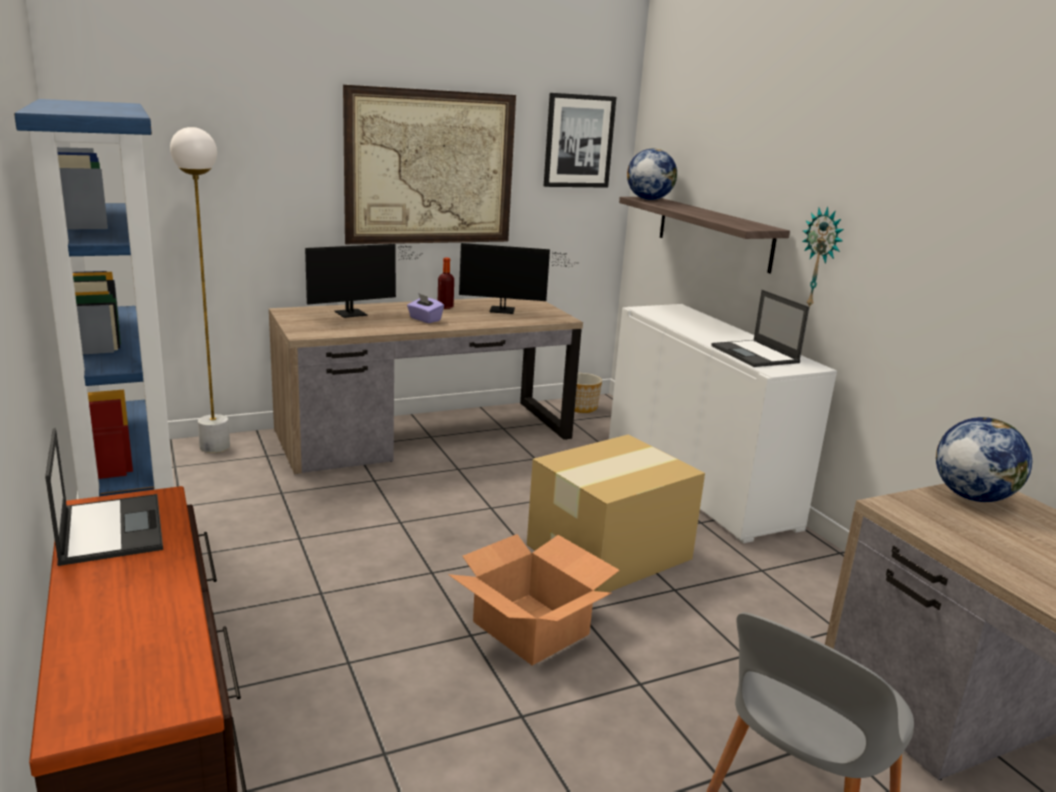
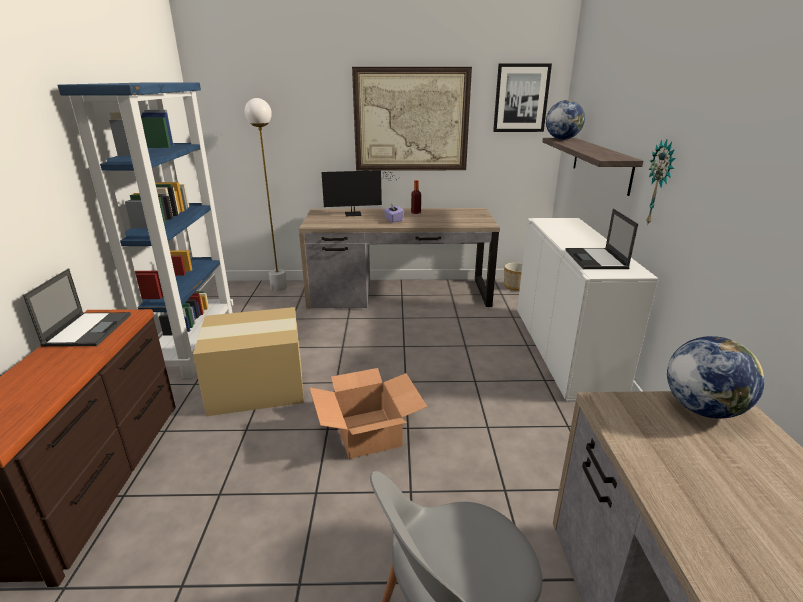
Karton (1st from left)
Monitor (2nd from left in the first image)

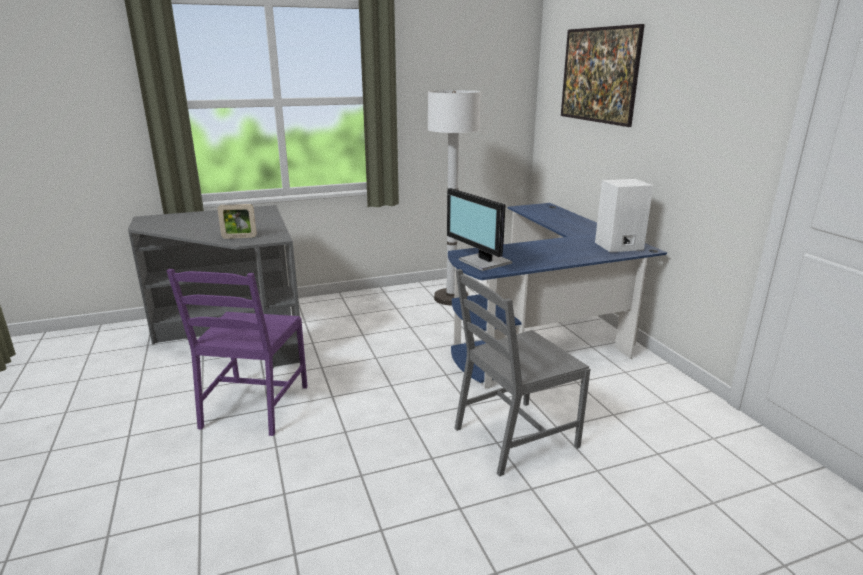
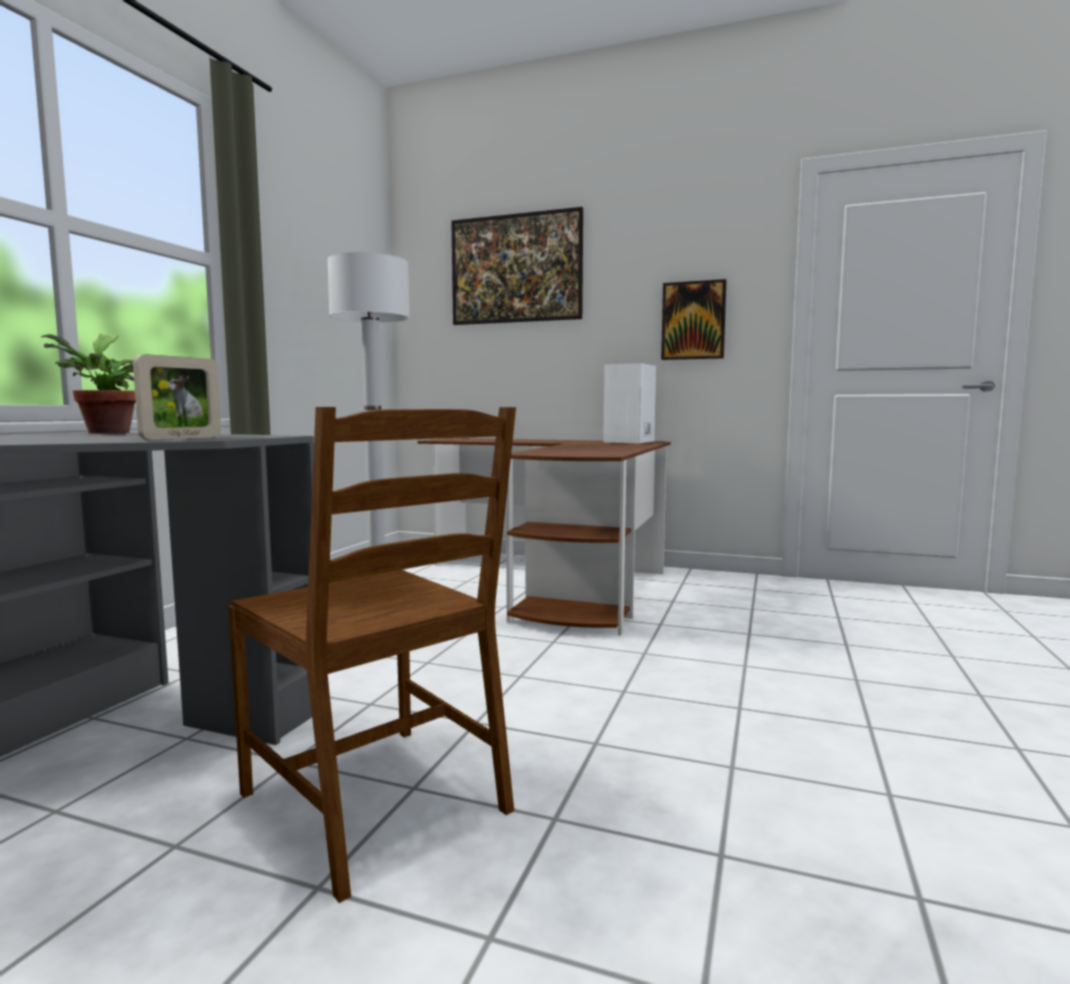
Topfpflanze
Stuhl [braun]
Schreibtisch [braun]
Bild (2nd from left)
Monitor
Stuhl [grau]

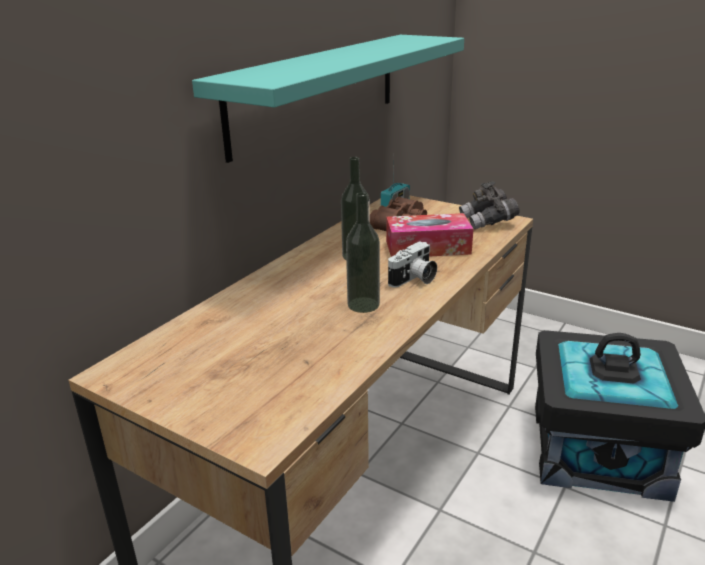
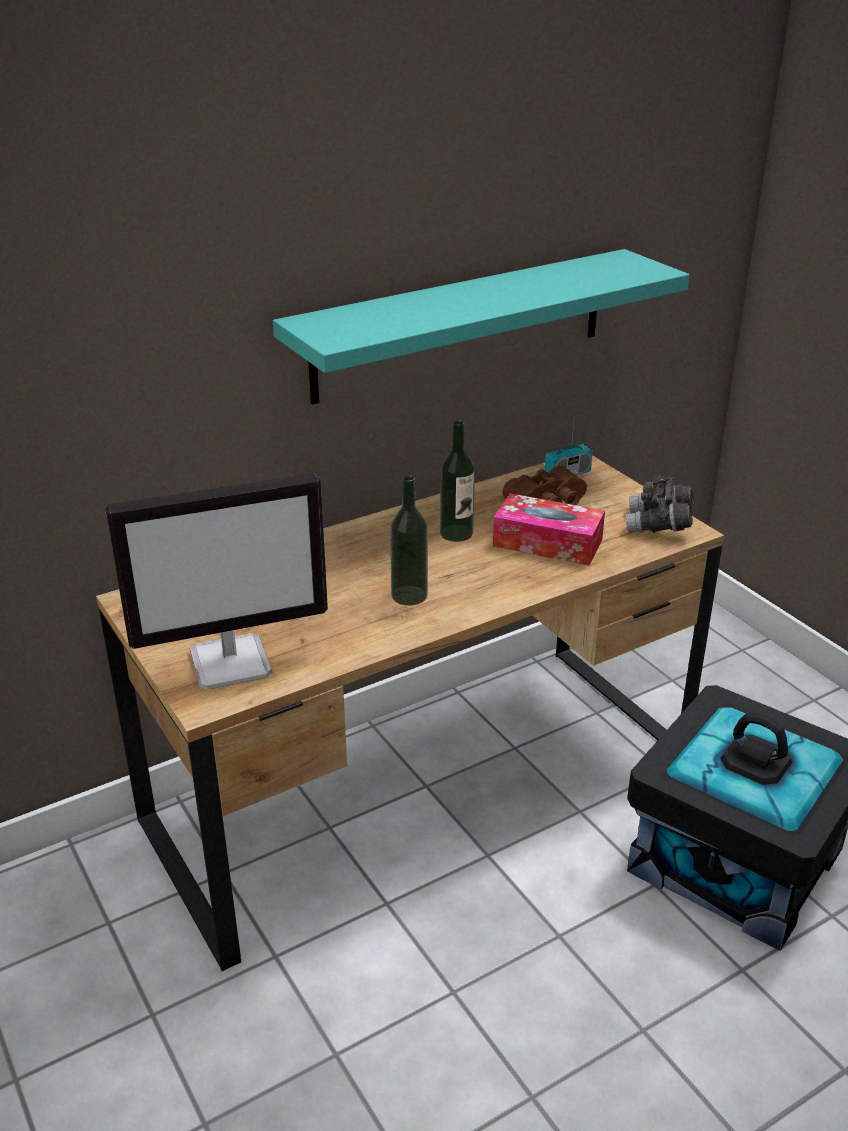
Monitor
Kamera

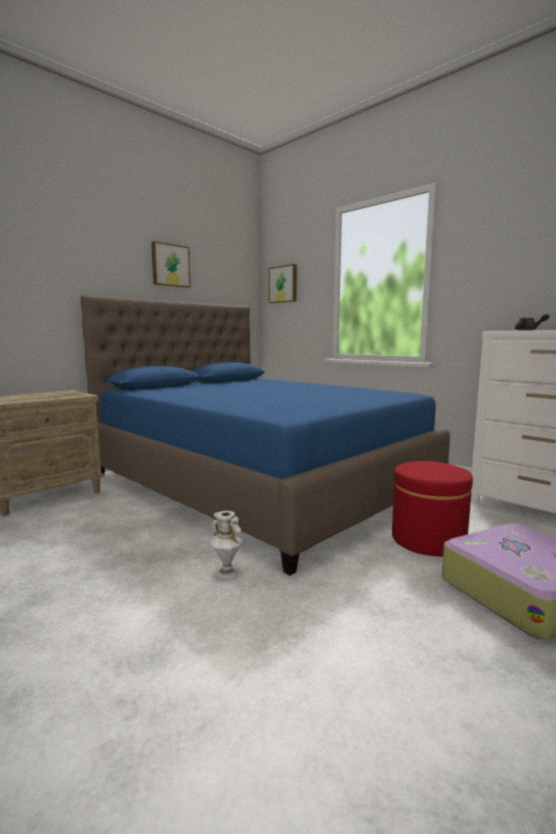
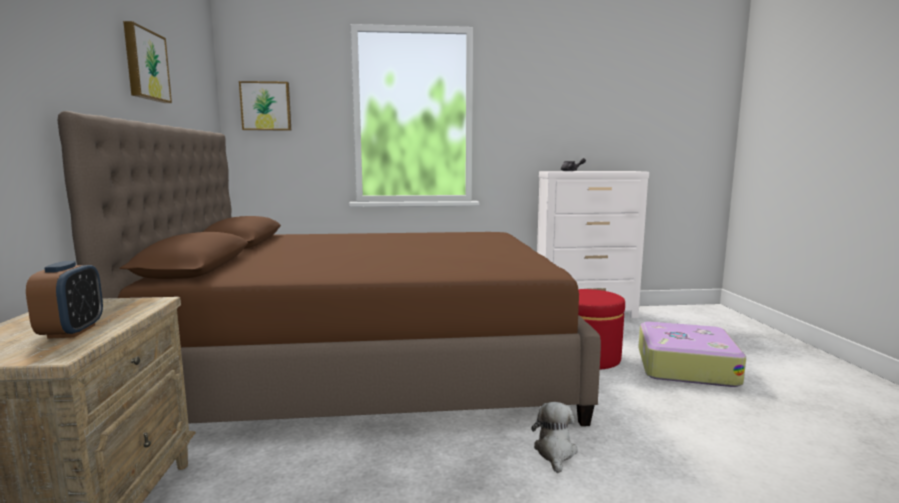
Wecker
Bett [braun]
Plüschtier

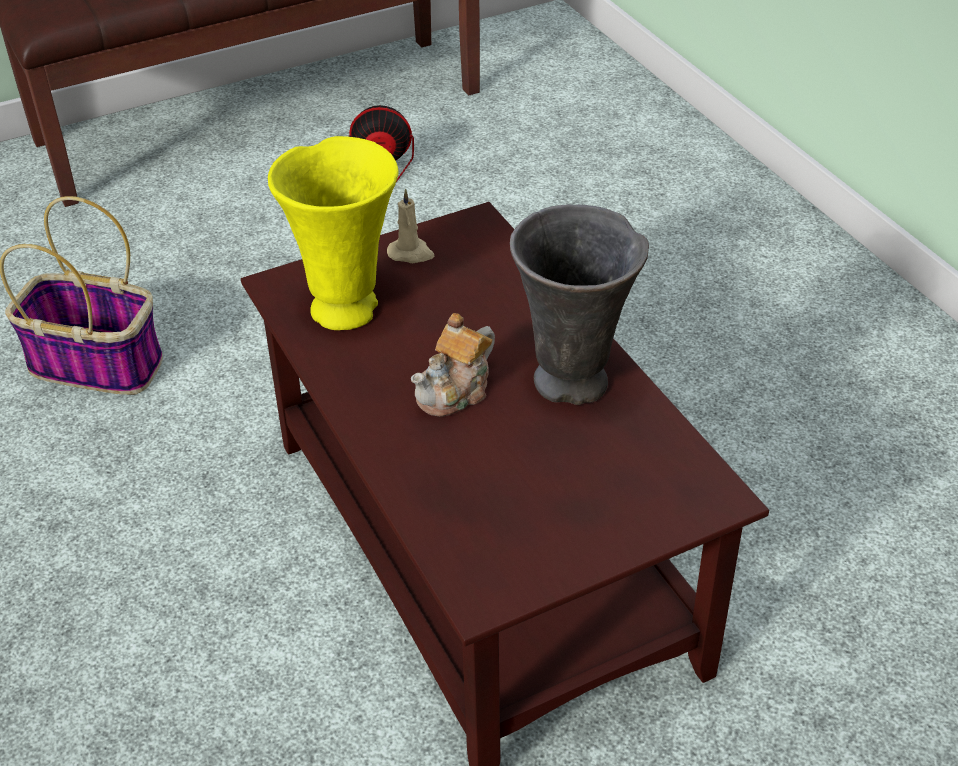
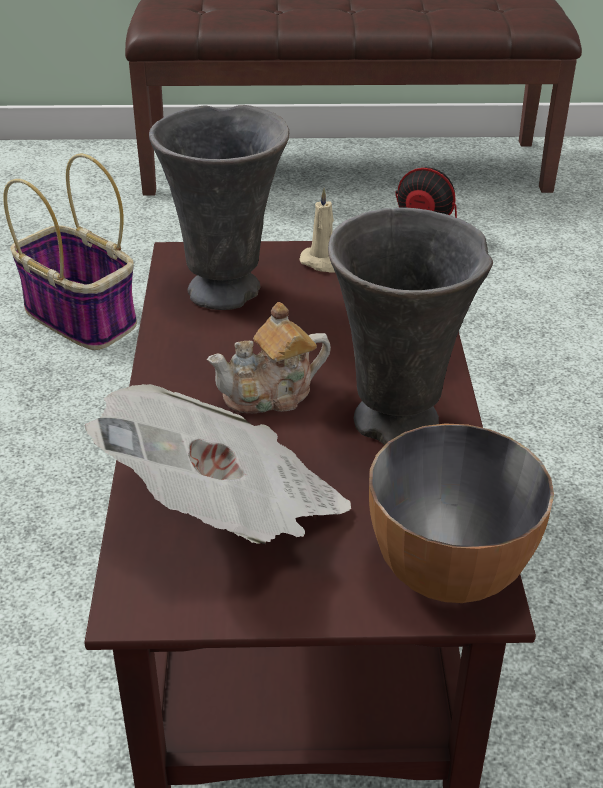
Zeitung
Vase [grau] (1st from left)
Schüssel

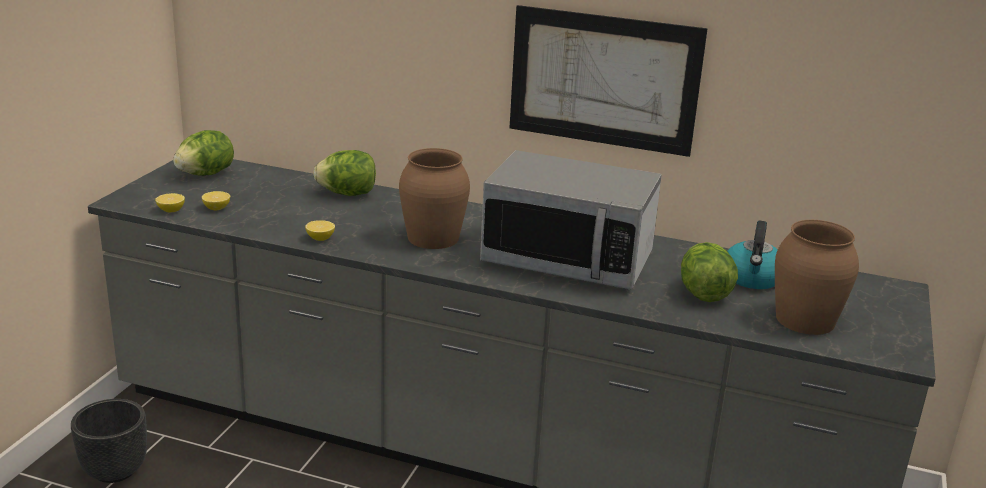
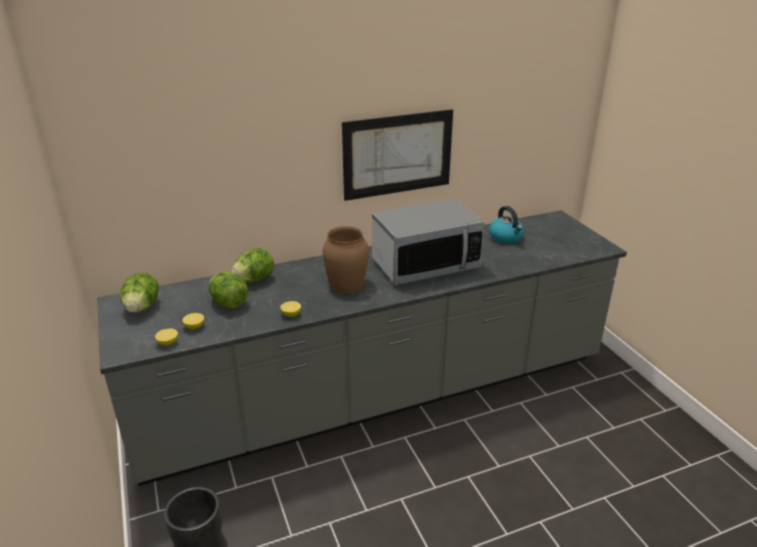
Salatkopf (2nd from left)
Vase [braun] (2nd from left in the first image)

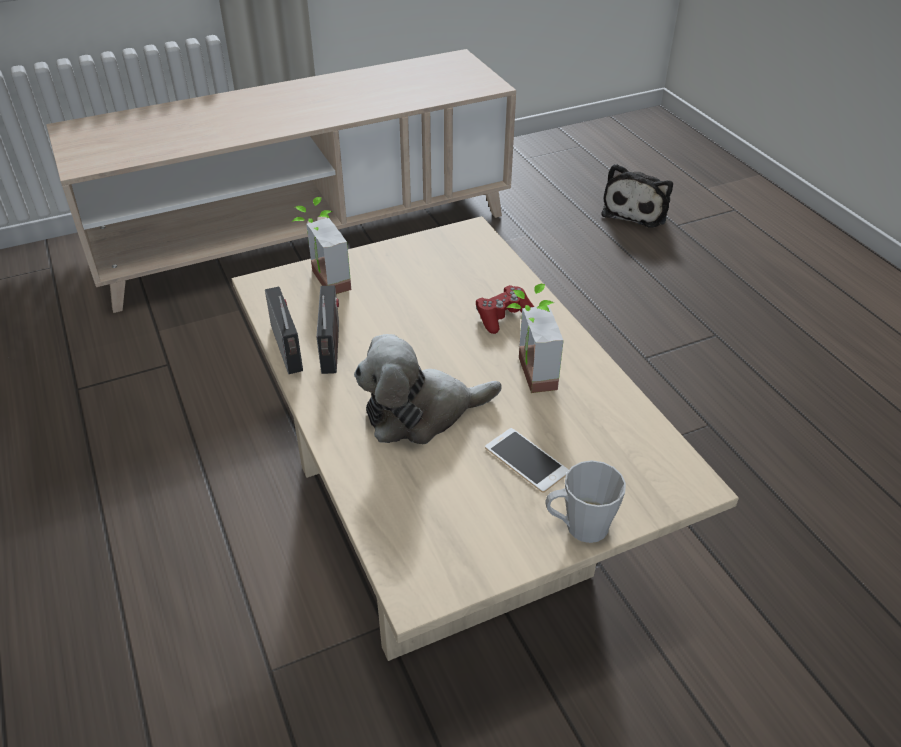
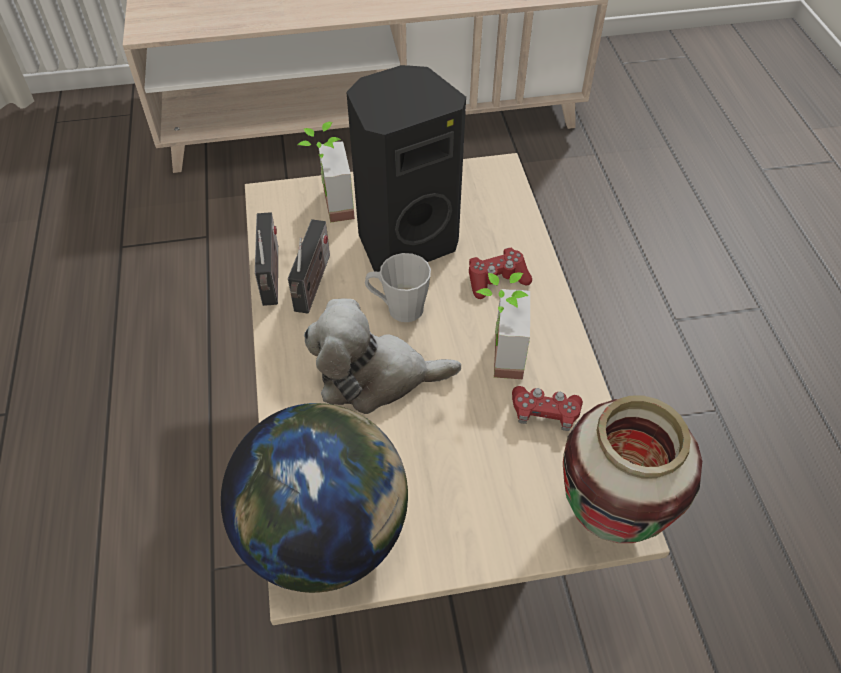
Globus
Lautsprecher [schwarz]
Henkelbecher [grau]
Gamepad [rot] (2nd from left)
Vase
Handy
Plüschtier (2nd from left in the first image)

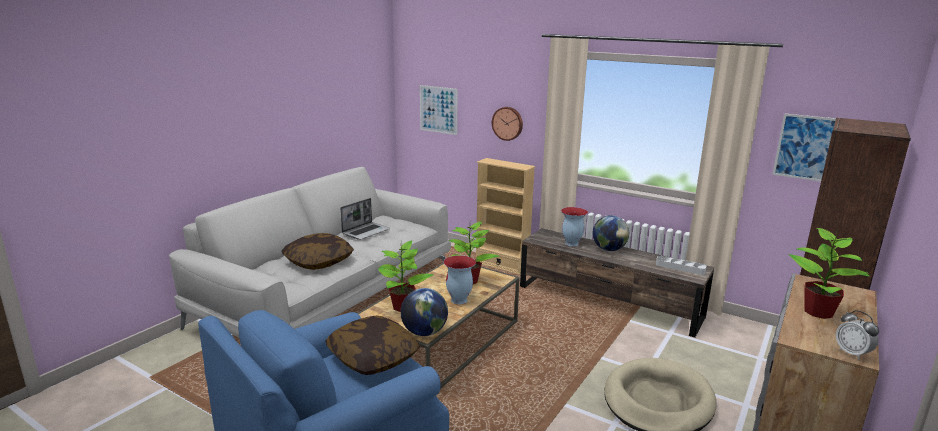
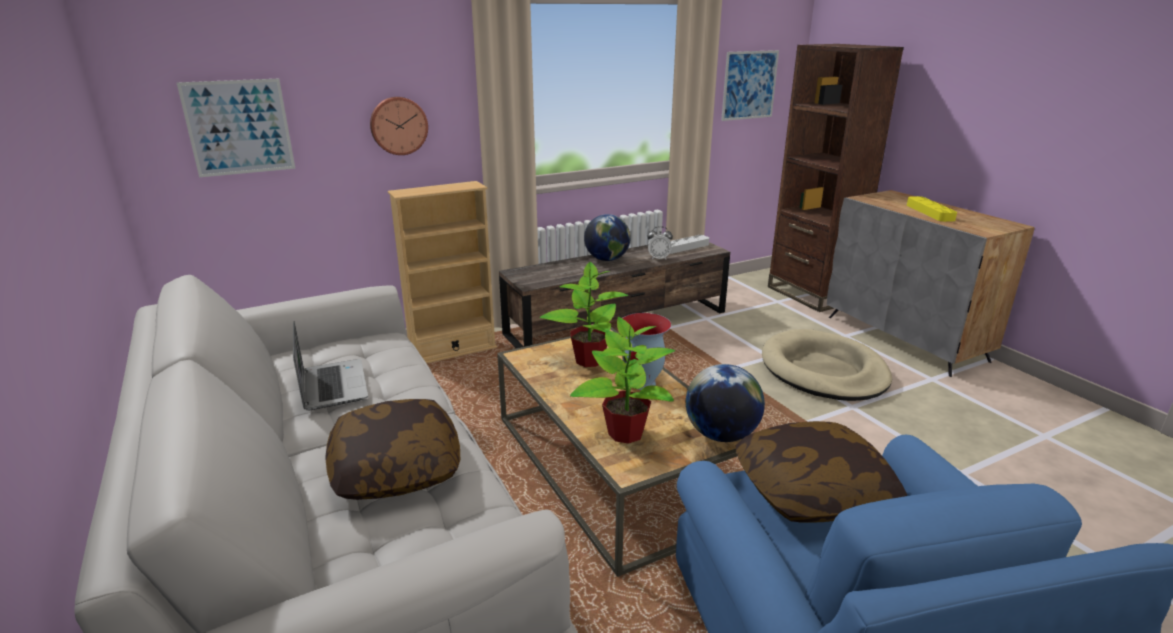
Wecker
Tablett [gelb]
Vase (2nd from left in the first image)

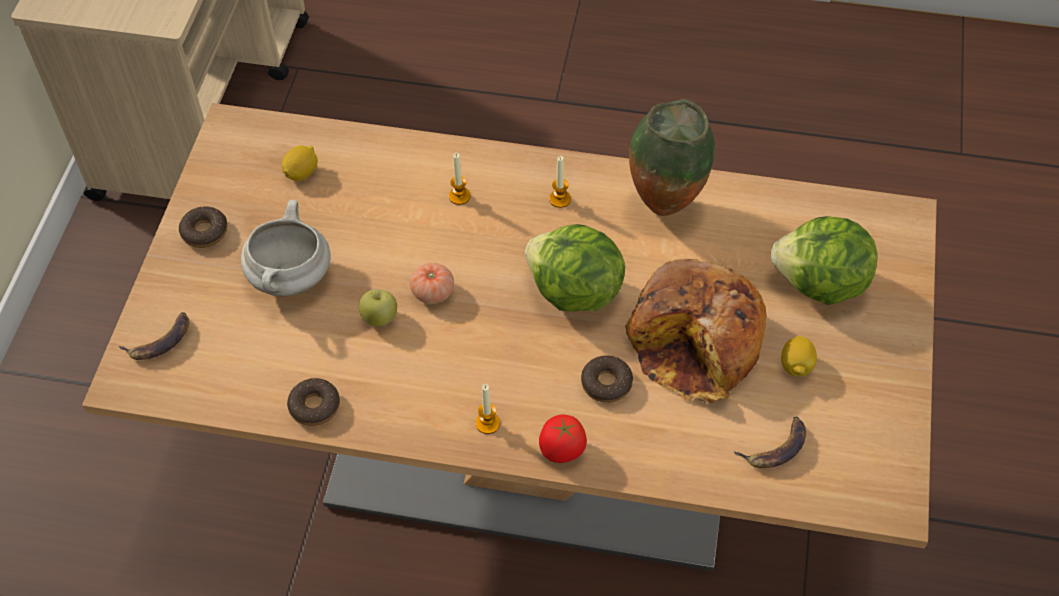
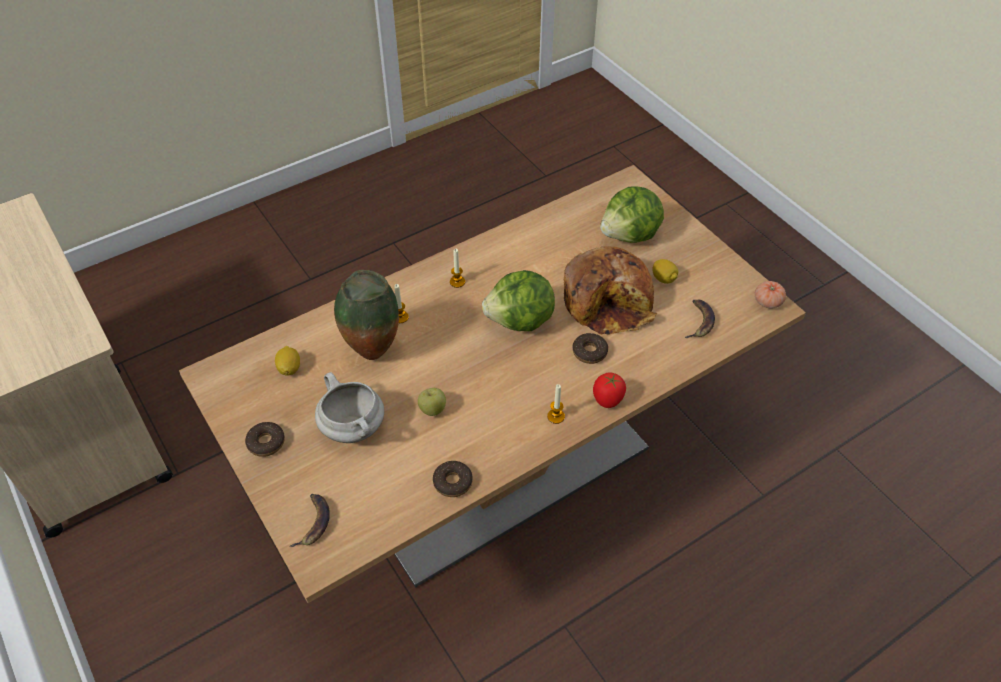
Vase
Tomate (2nd from left)

